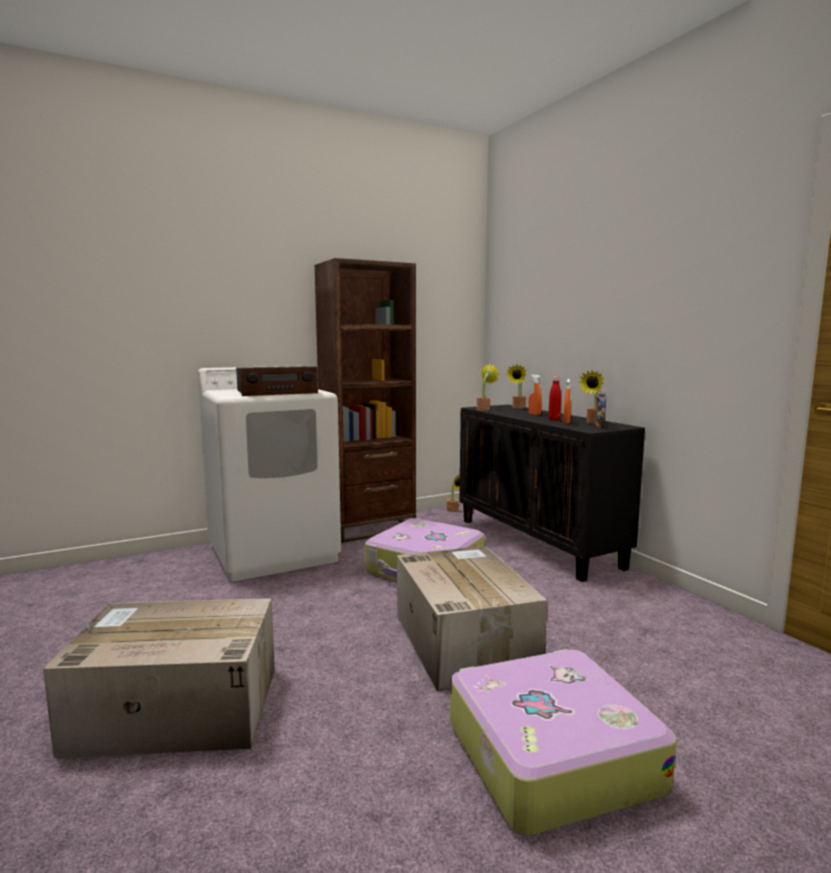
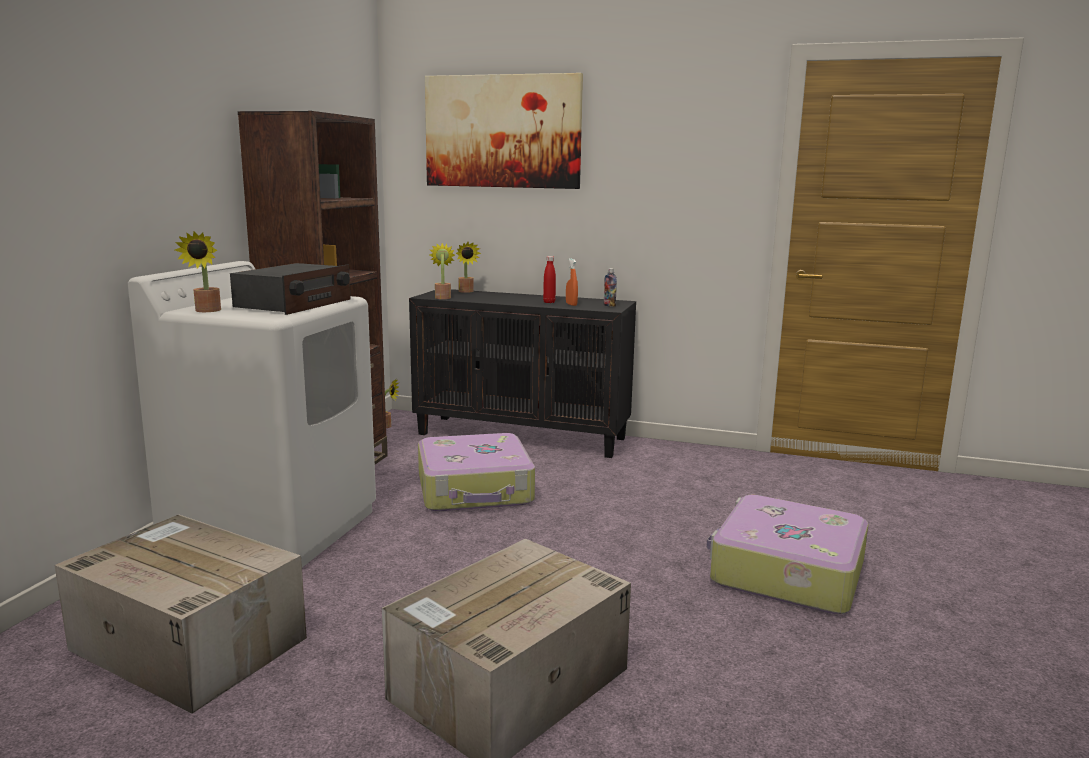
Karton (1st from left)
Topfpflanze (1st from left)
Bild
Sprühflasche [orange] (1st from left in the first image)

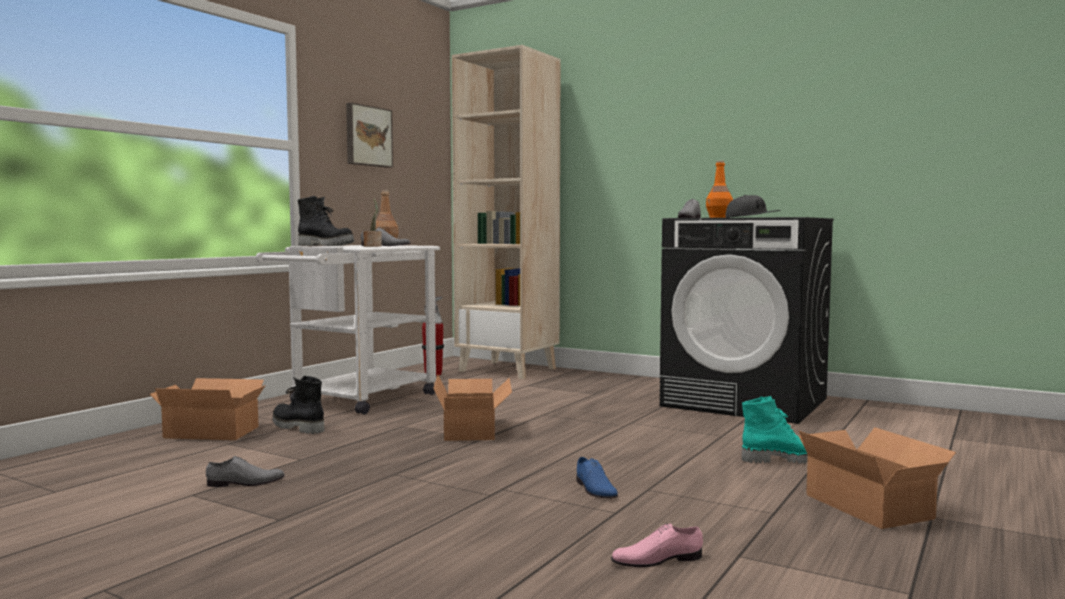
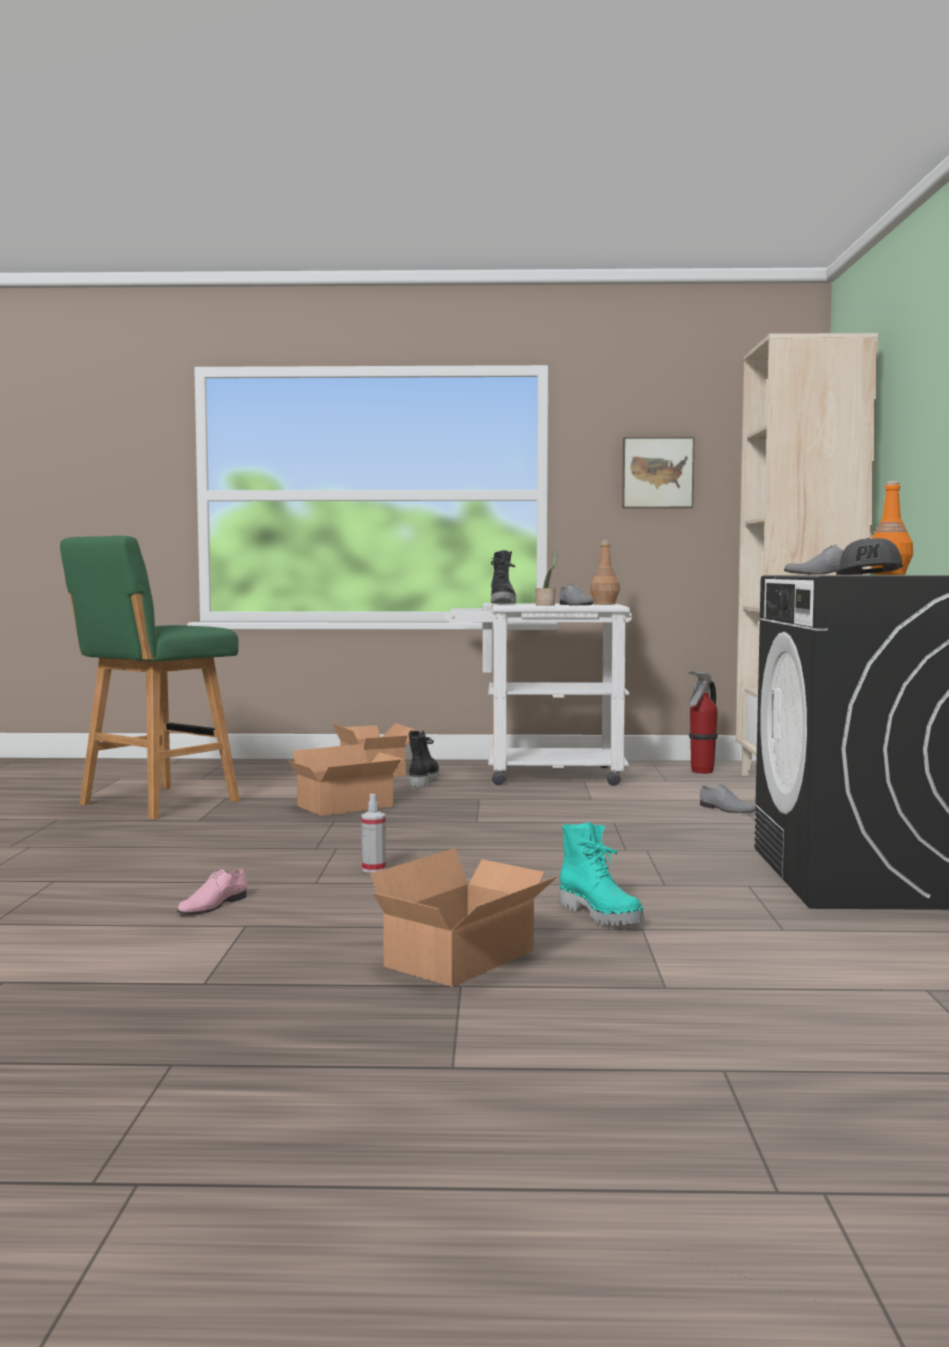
Hocker [grün]
Schuh [rosa]
Karton (1st from left)
Sprühflasche
Schuh [grau] (2nd from left)

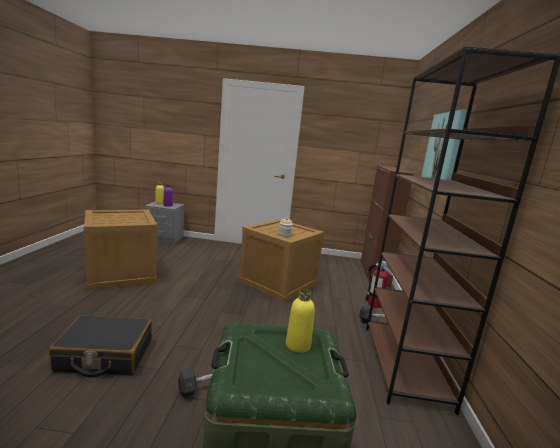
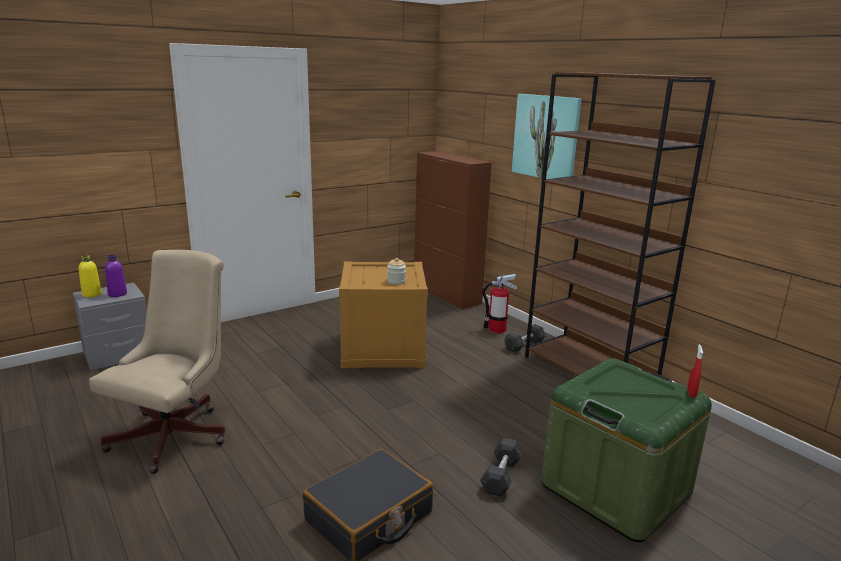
Bürostuhl [beige]
Sprühflasche [rot]
Flasche [gelb] (2nd from left in the first image)

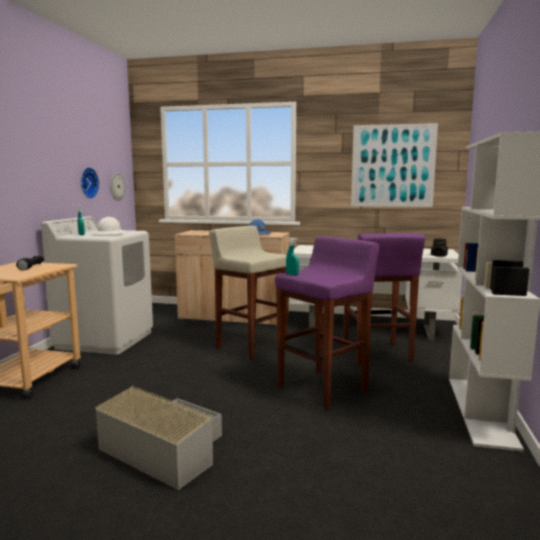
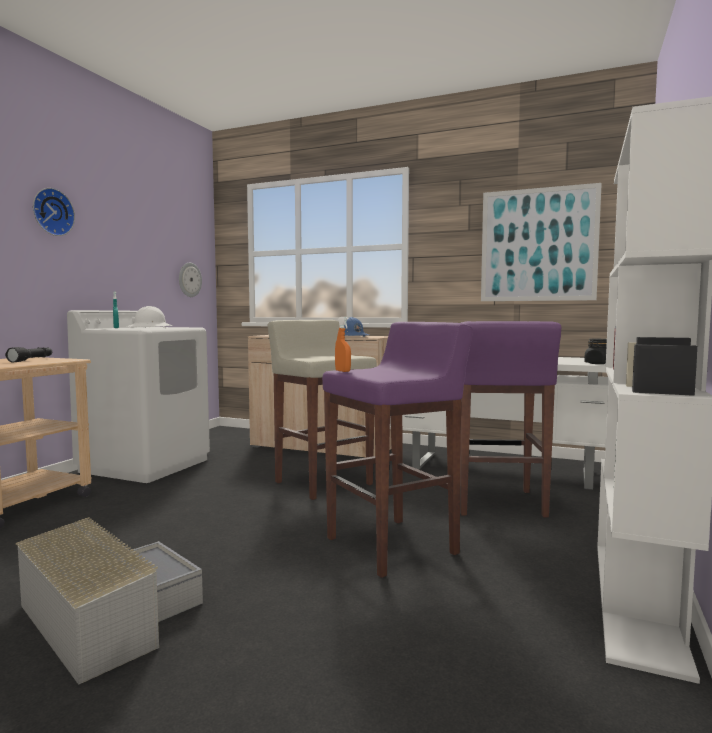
Wanduhr (1st from left)
Sprühflasche [orange]

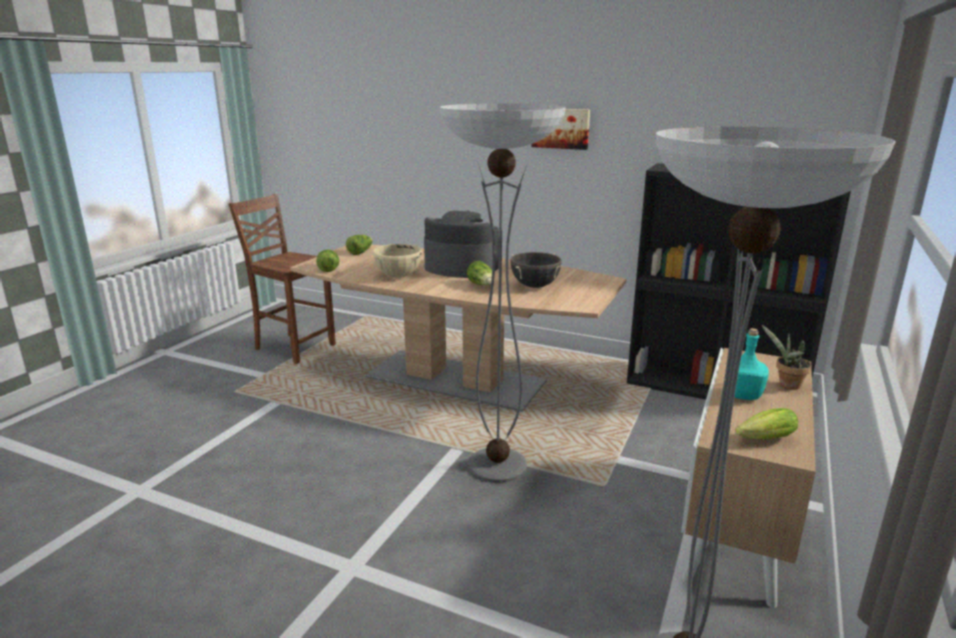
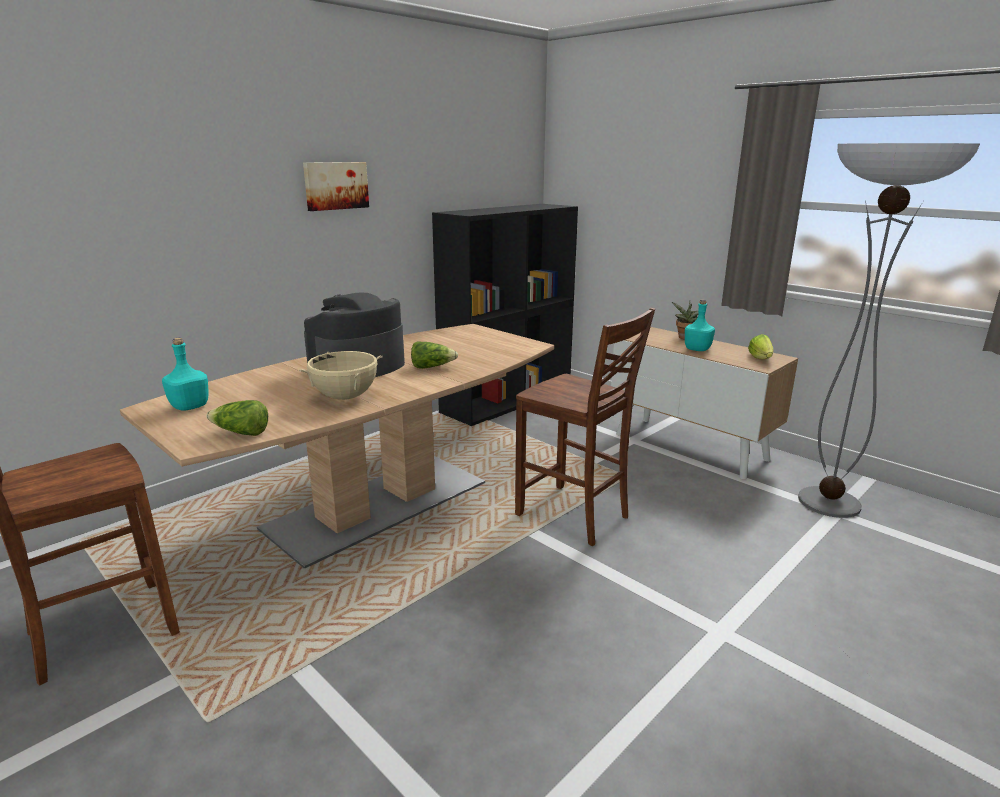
Flasche [türkis] (1st from left)
Stuhl [braun] (2nd from left)
Kochtopf [schwarz]

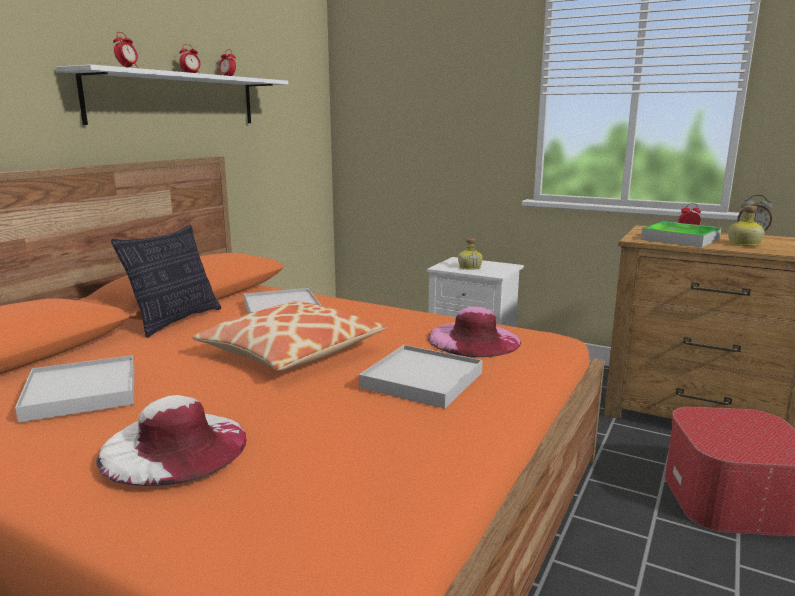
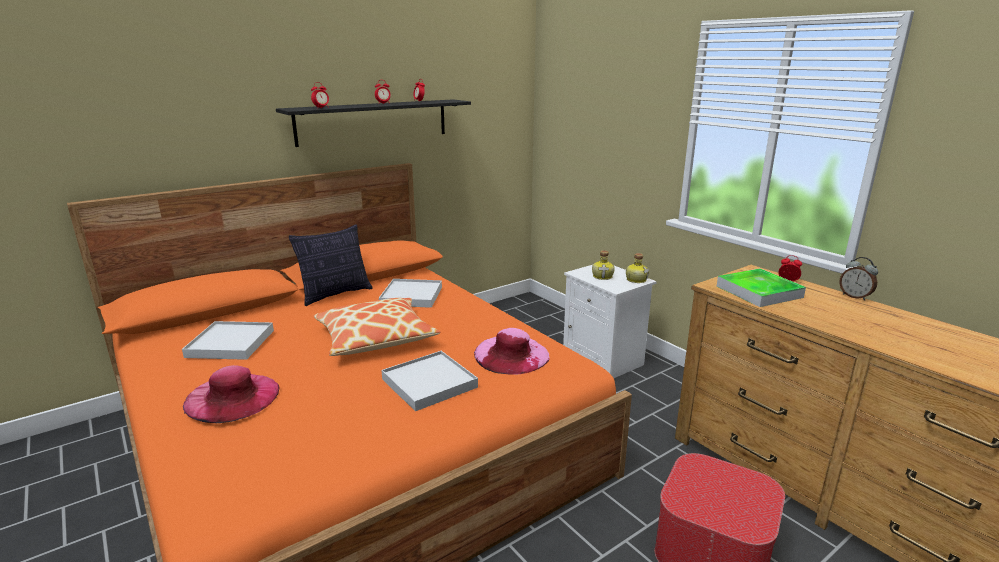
Hut [rosa] (1st from left)
Wandregal [schwarz]
Flasche (2nd from left)

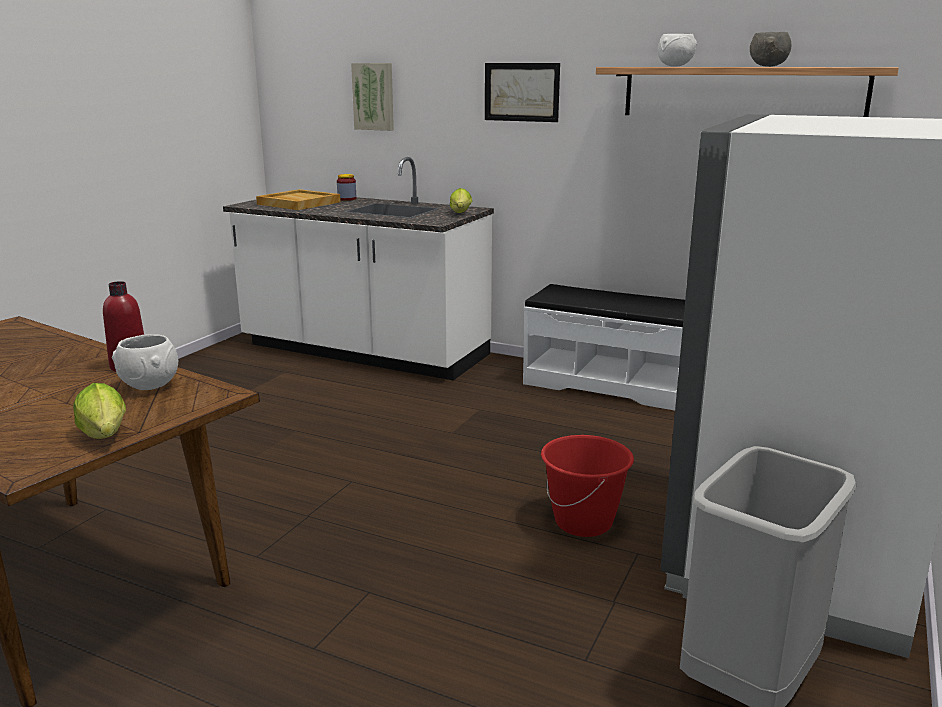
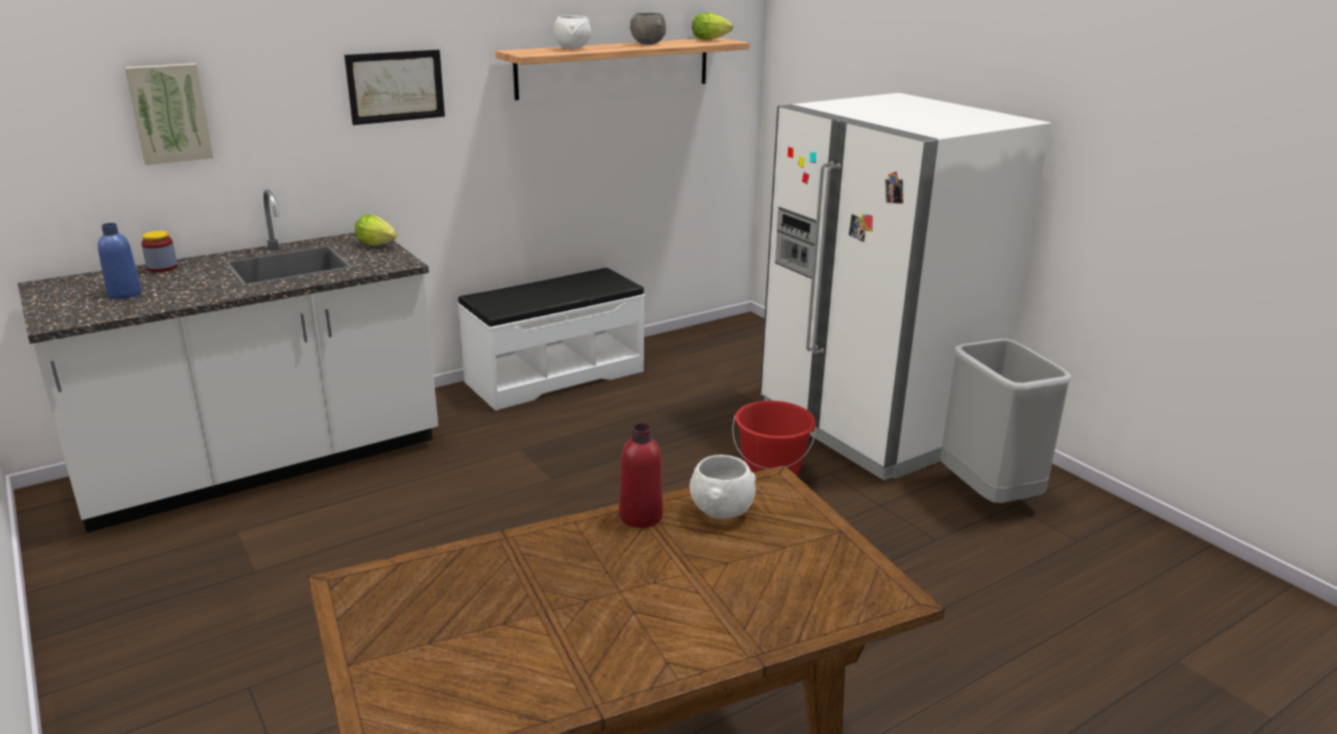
Flasche [blau]
Salatkopf (2nd from left)

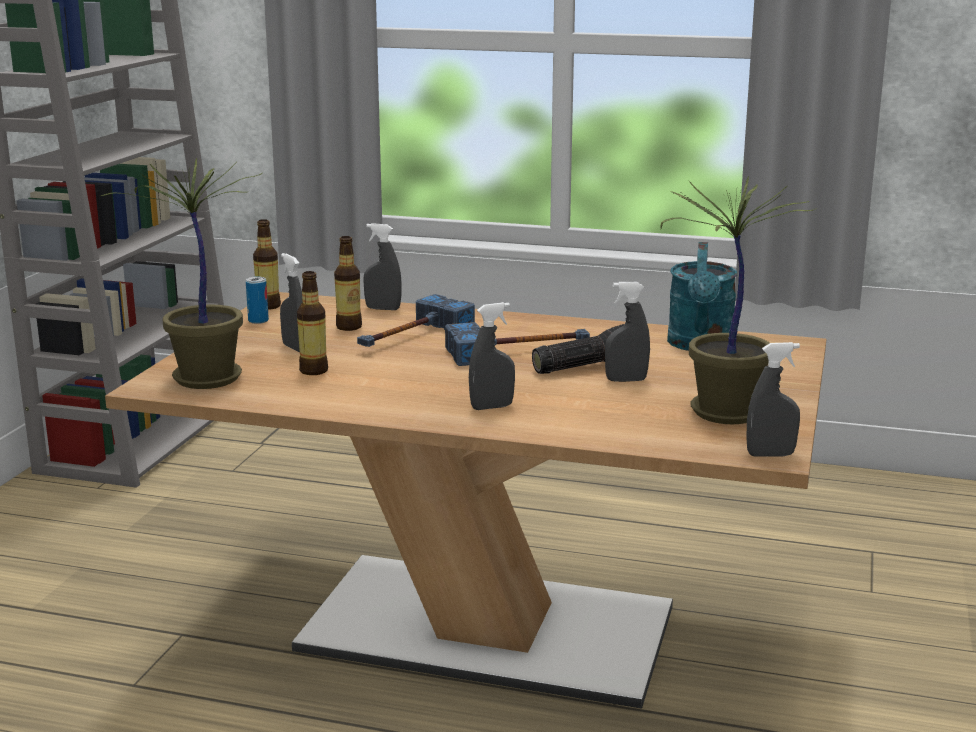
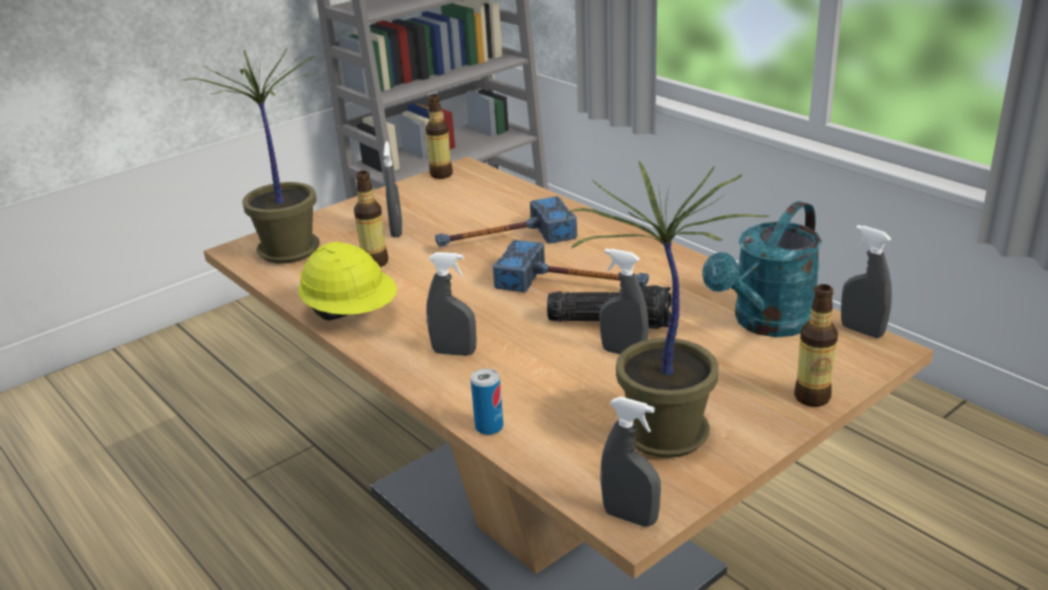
Schutzhelm [gelb]
Dose
Flasche (3rd from left)
Sprühflasche [grau] (5th from left)

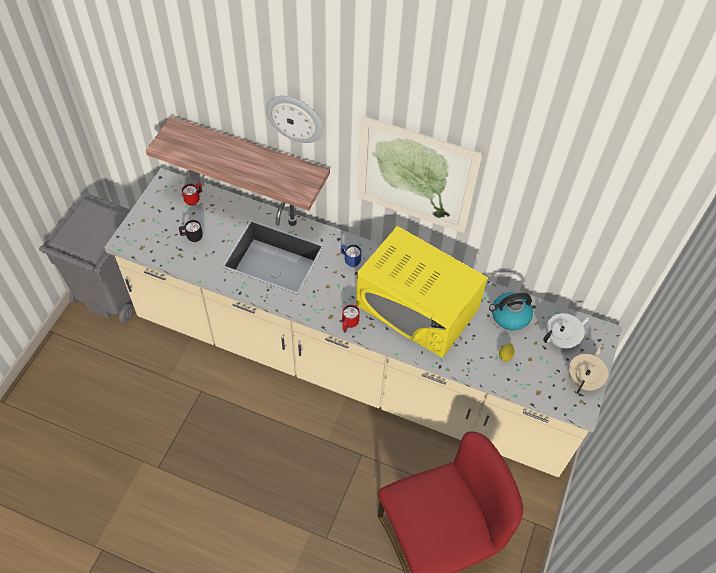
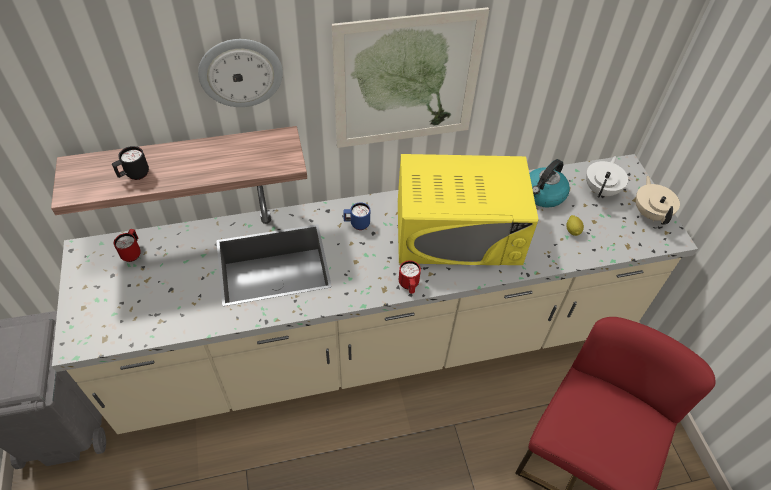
Henkelbecher [schwarz]

